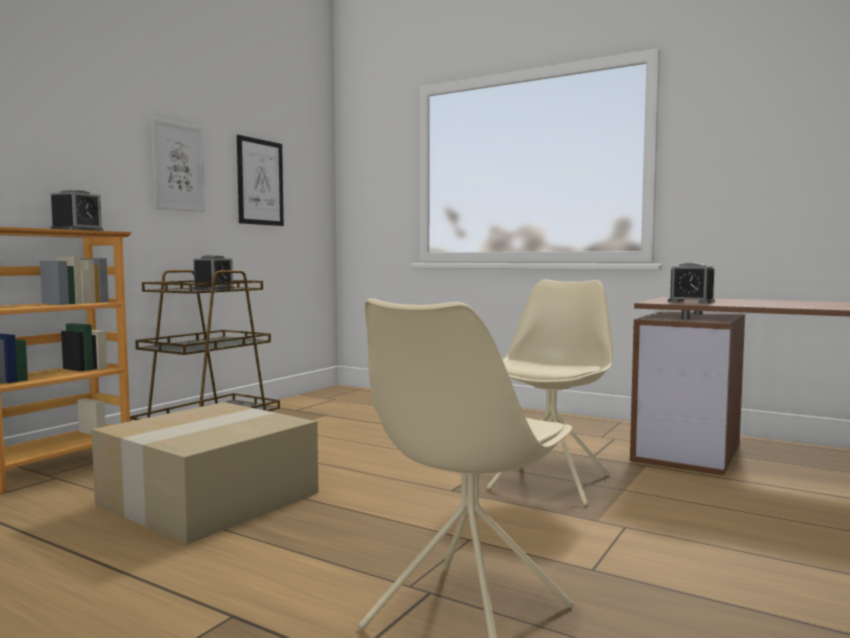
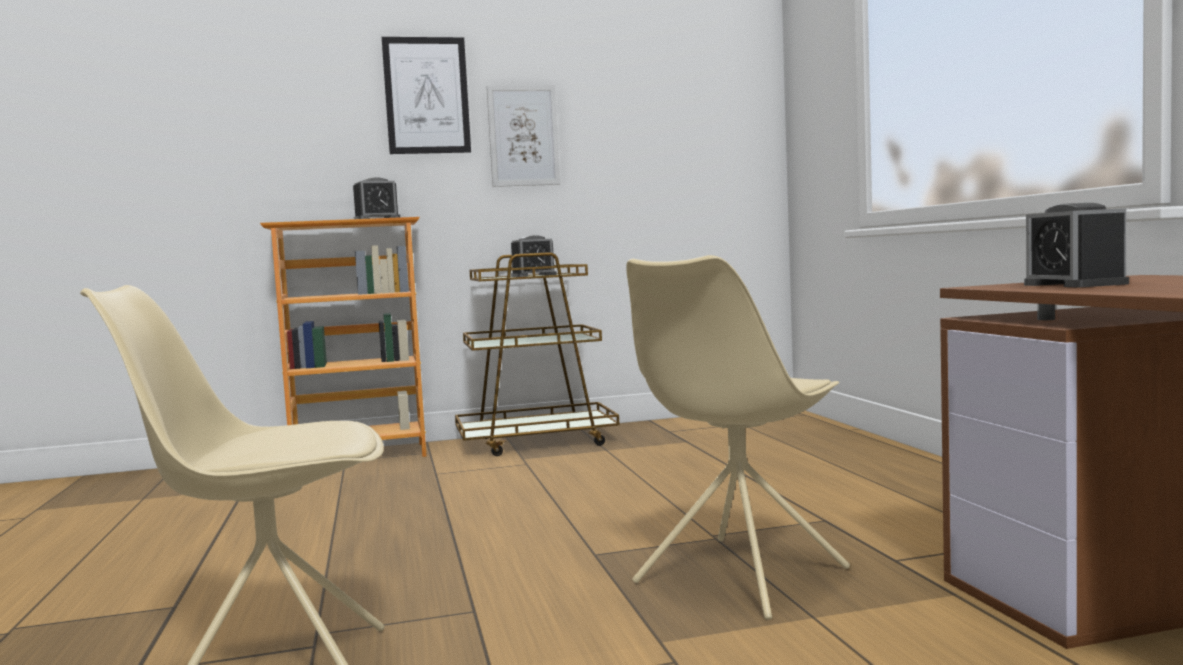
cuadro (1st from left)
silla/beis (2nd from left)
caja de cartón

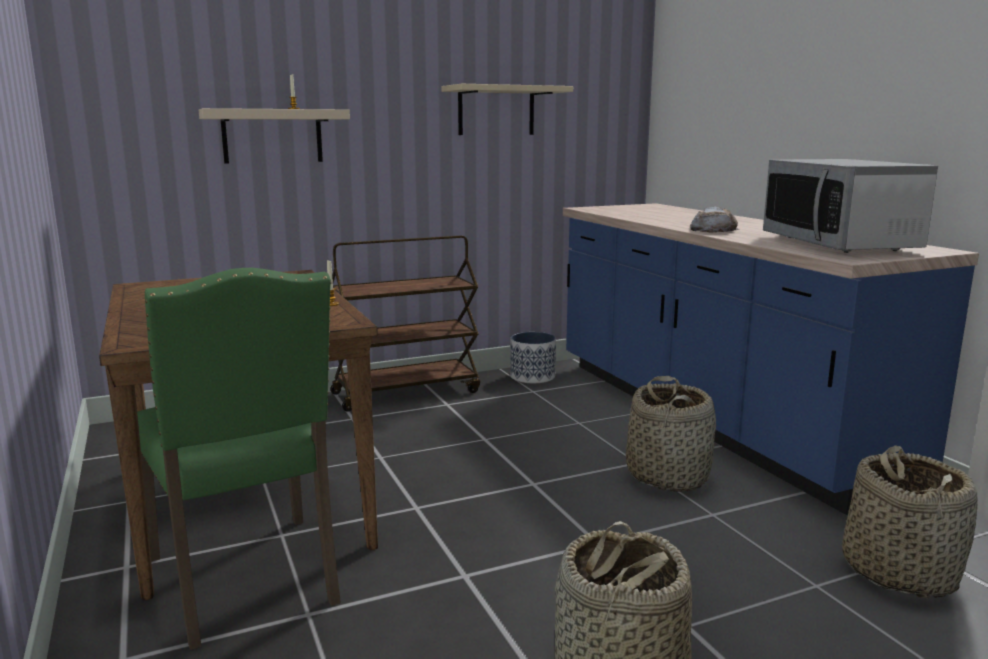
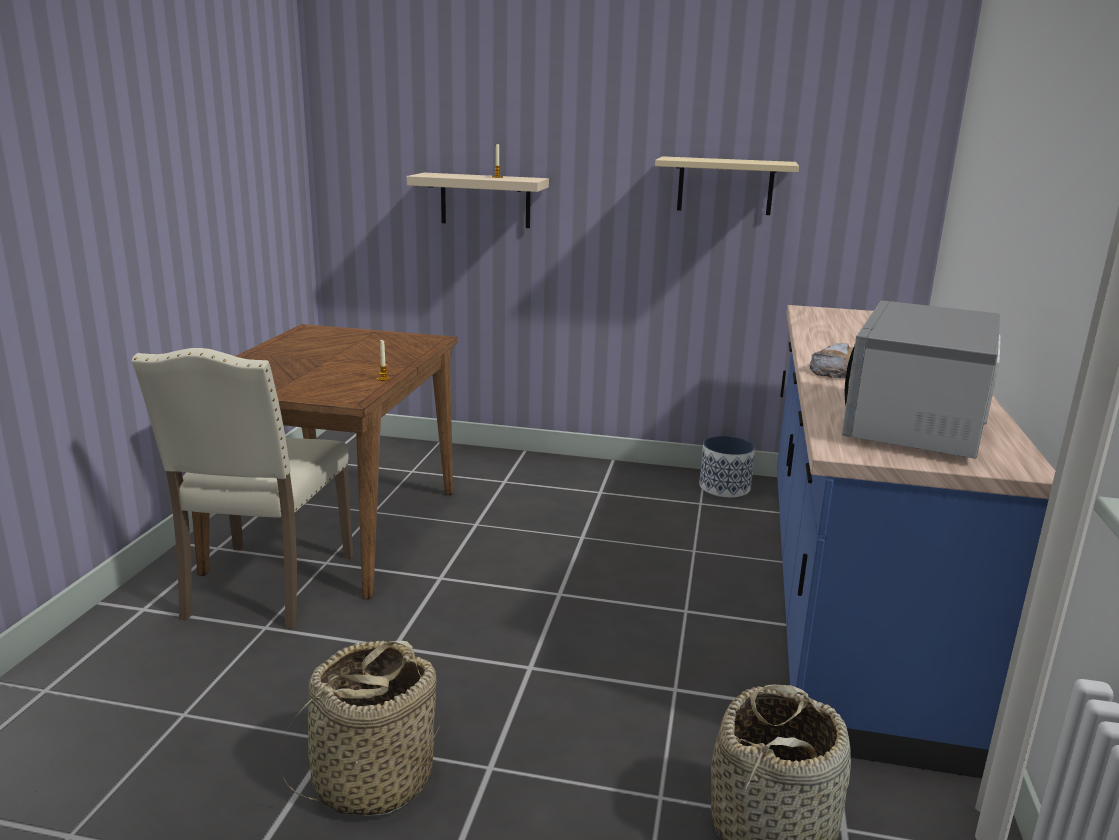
carrito/marrón
silla/beis
cesta (2nd from left in the first image)

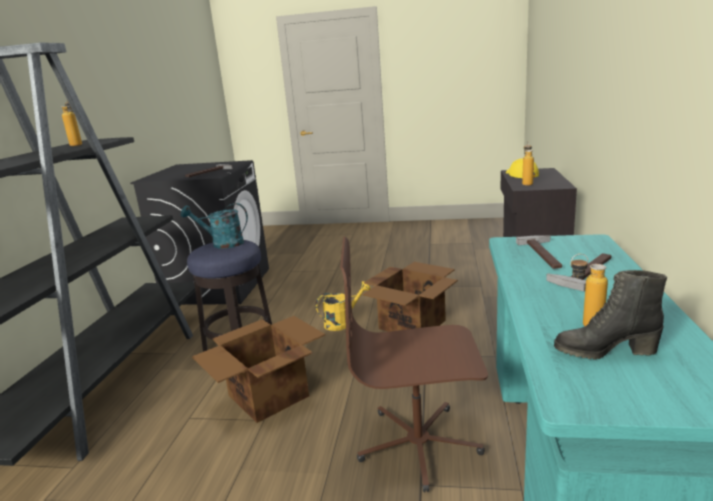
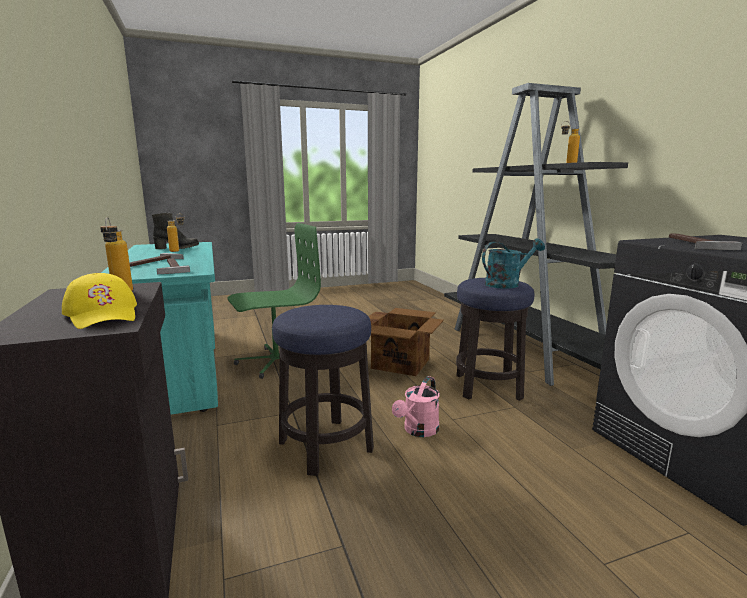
silla de oficina/verde
taburete (1st from left)
regadera/rosa

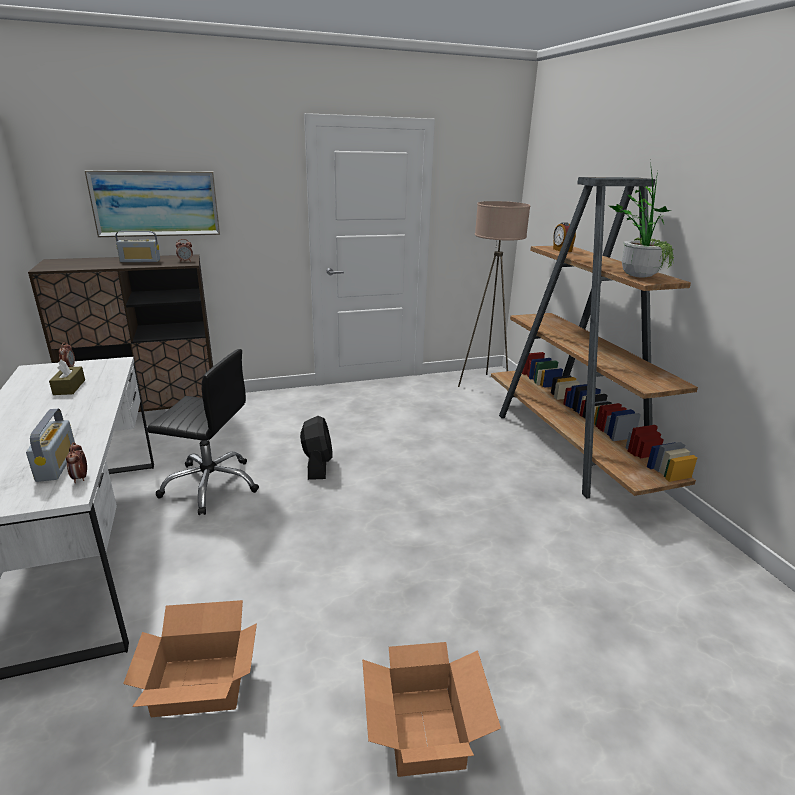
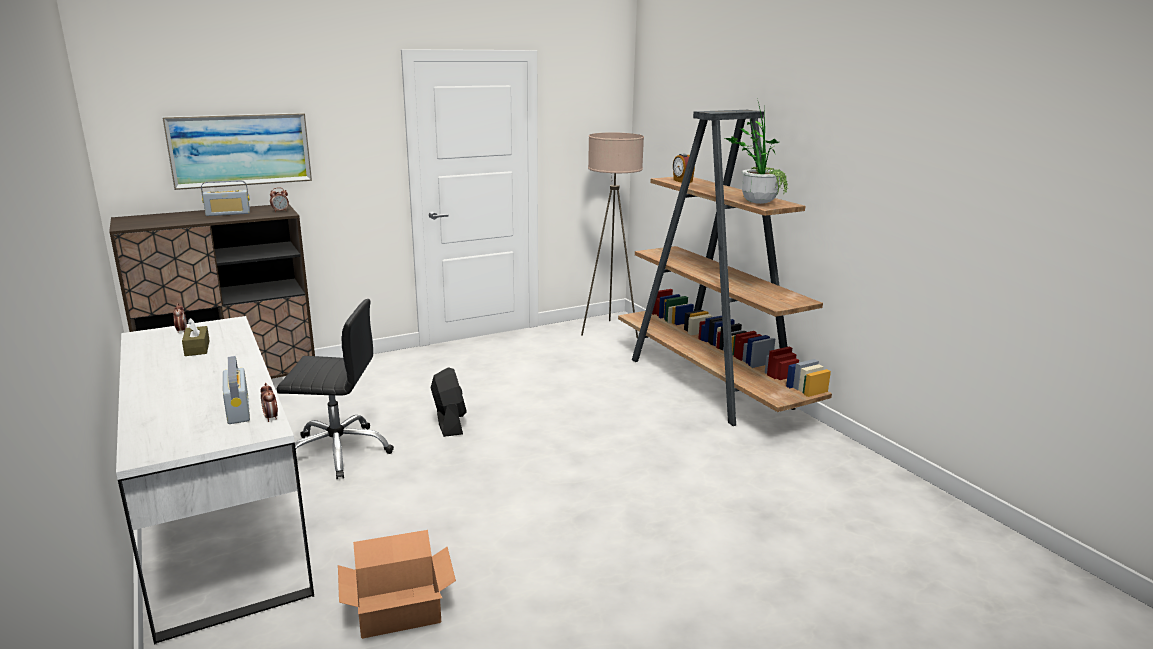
caja de cartón (2nd from left in the first image)

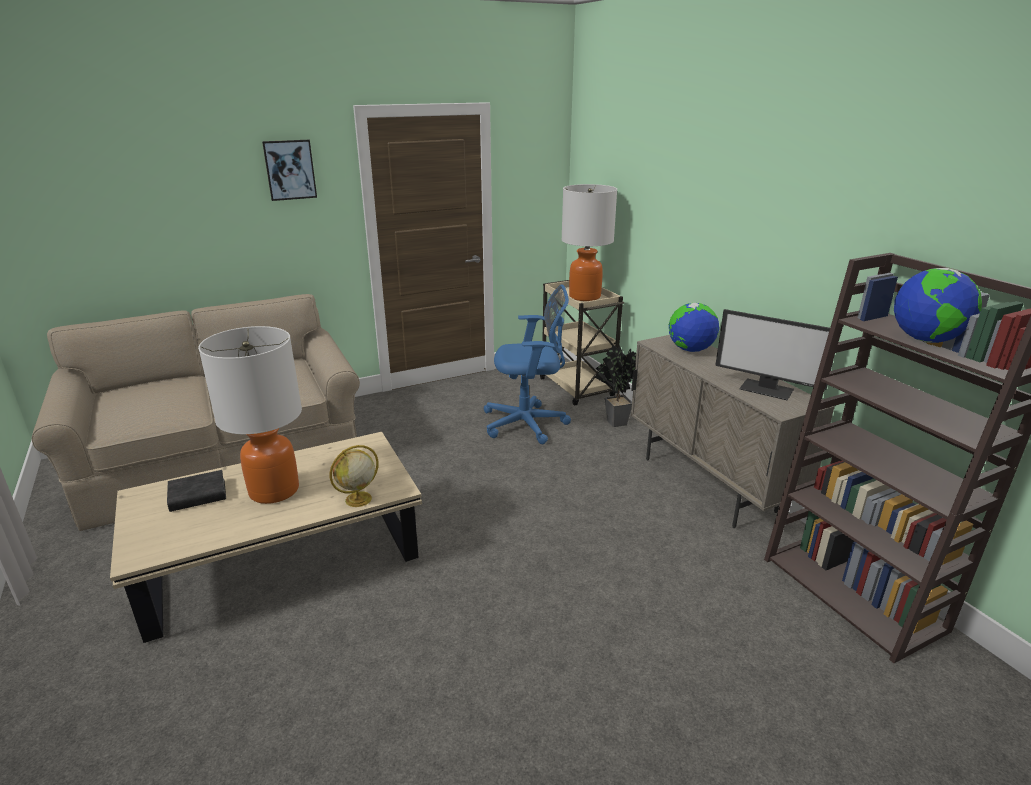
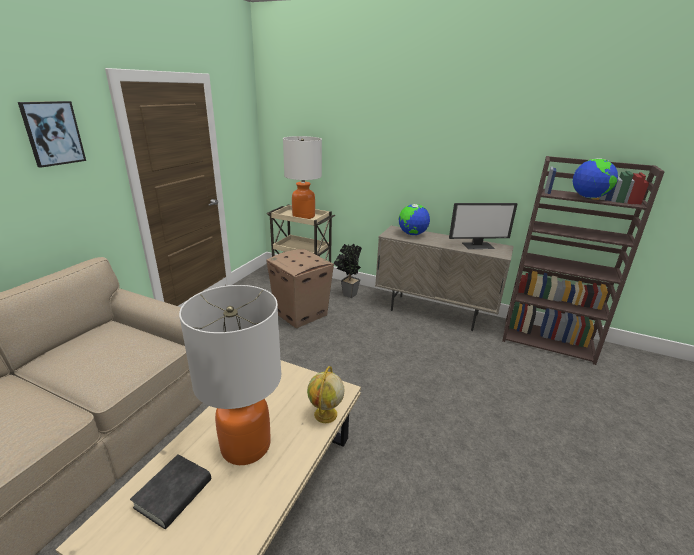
caja de cartón

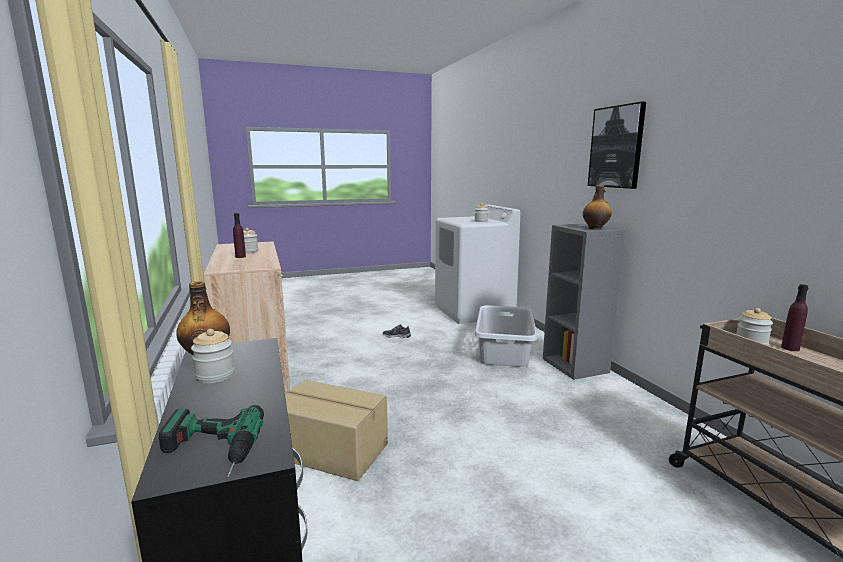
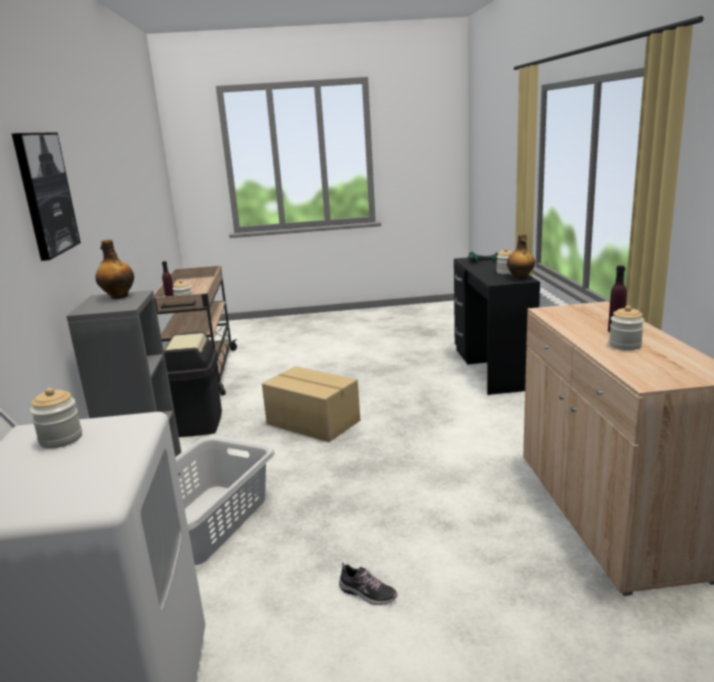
caja de cartón
papelera/negro

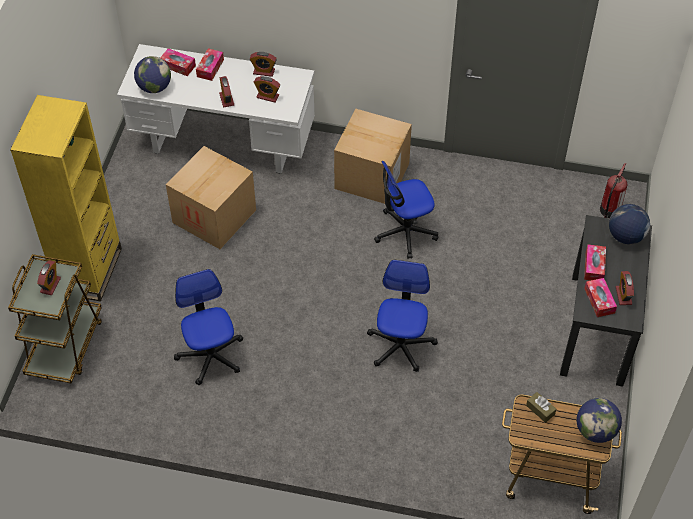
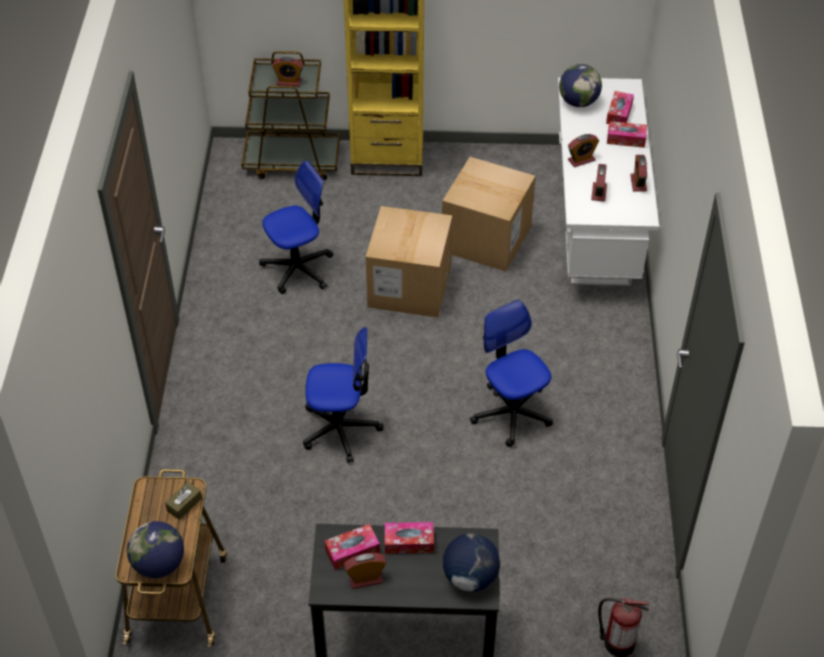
caja de cartón (1st from left)

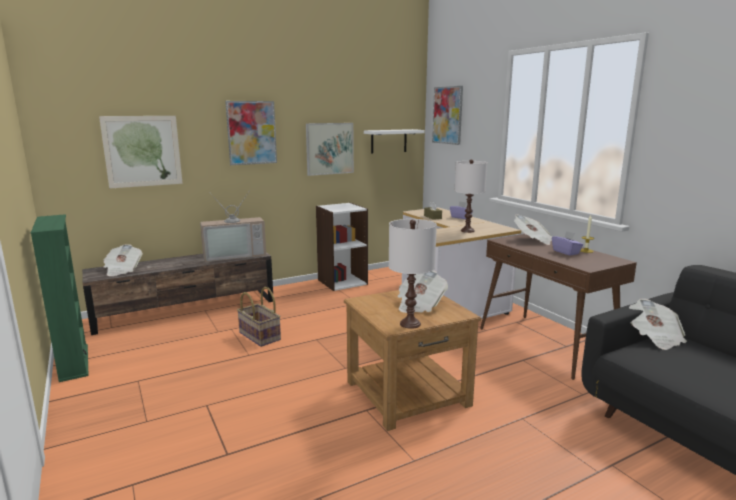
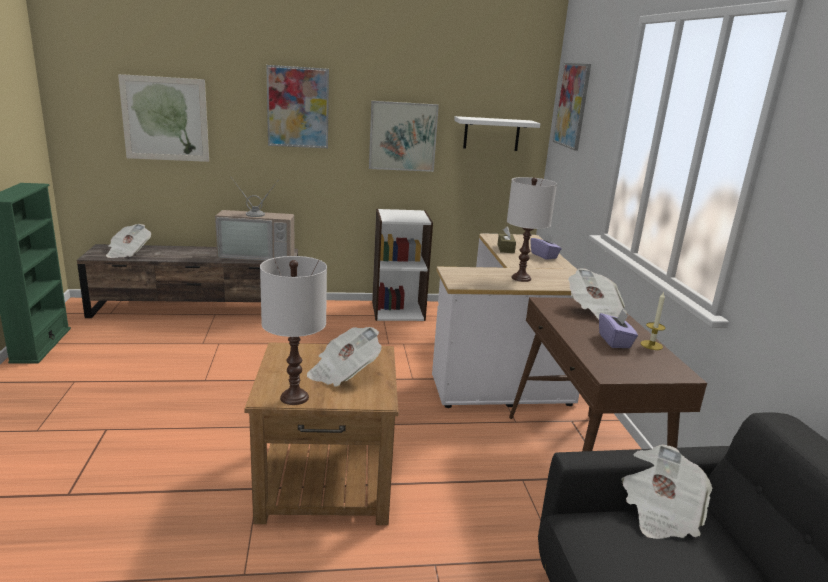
cesta

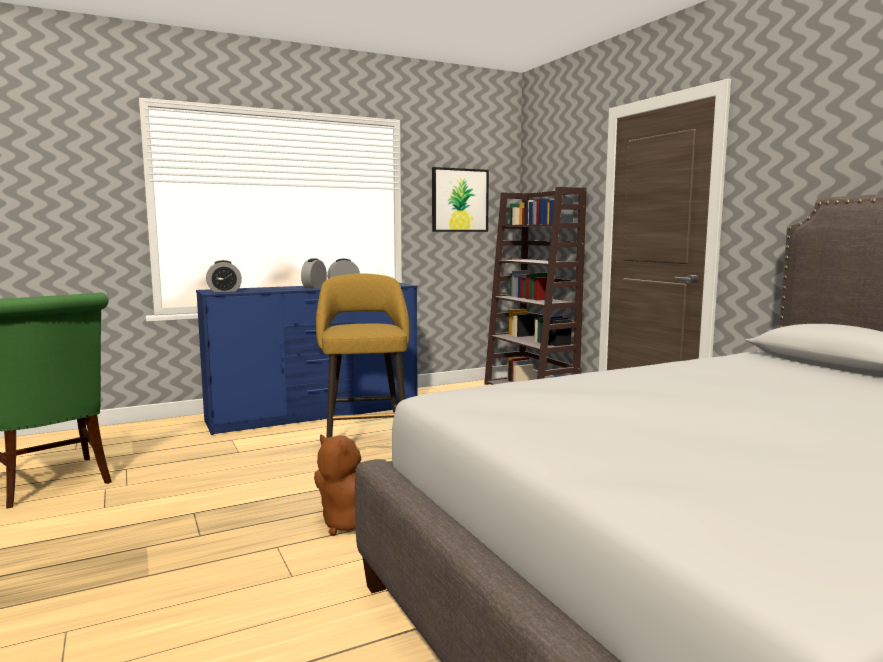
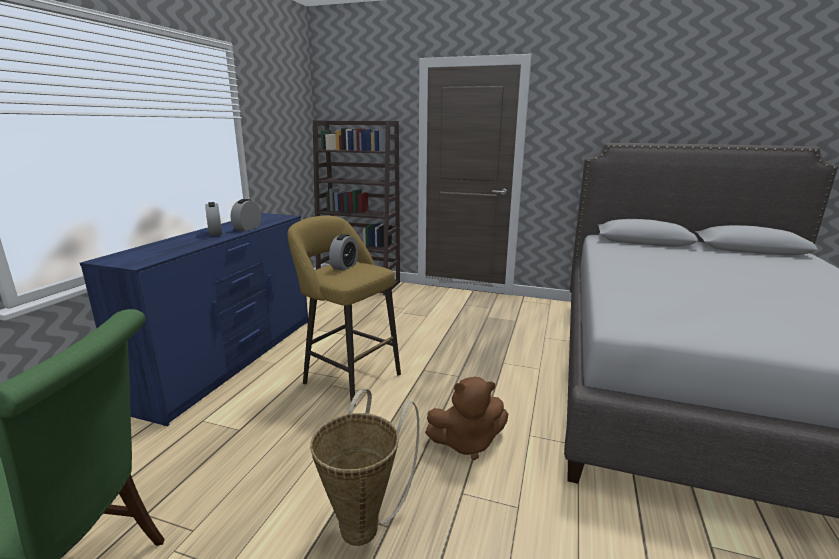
cuadro
despertador (3rd from left)
cesta

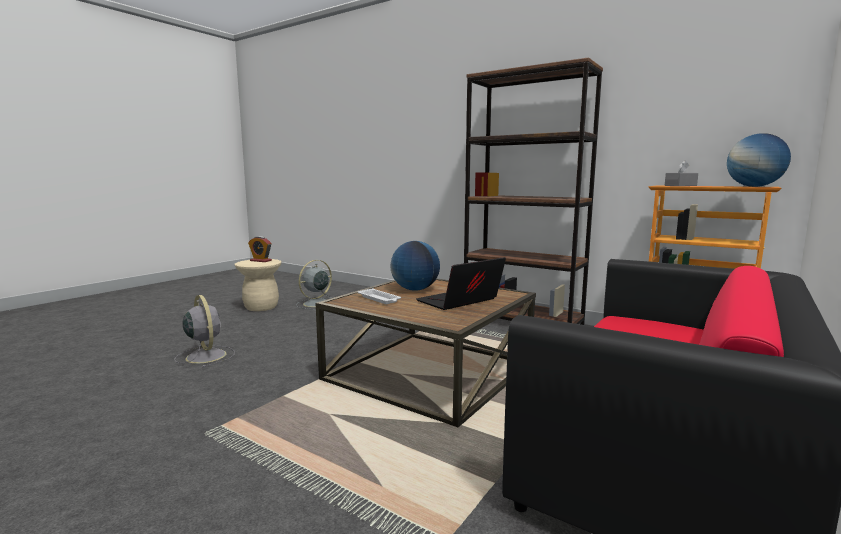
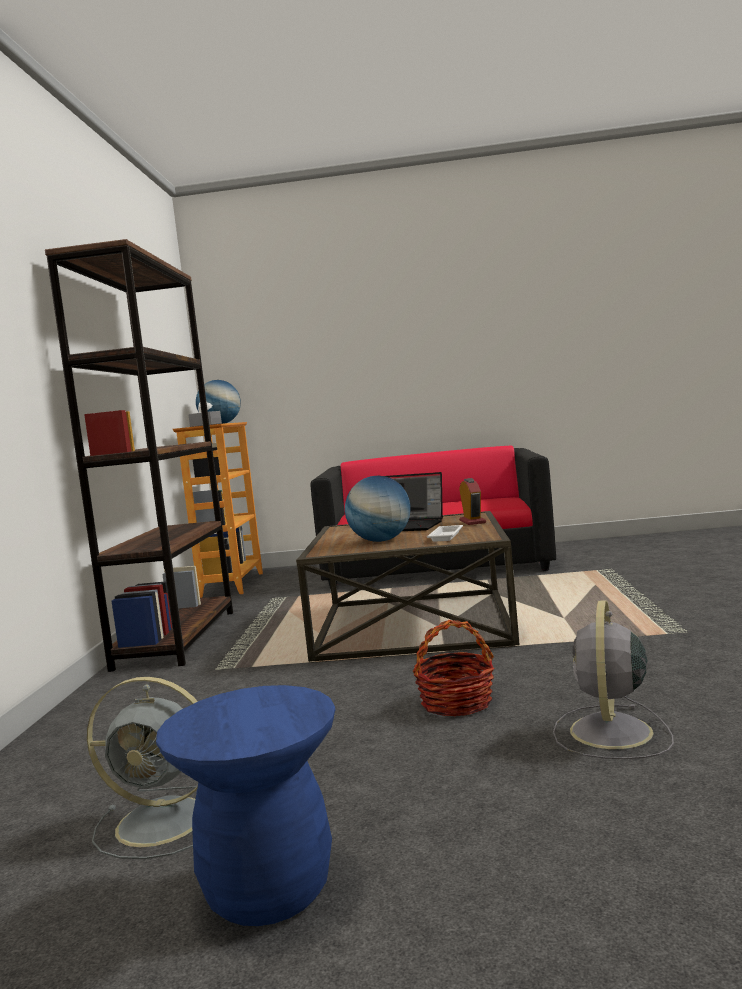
despertador
taburete/azul
cesta

